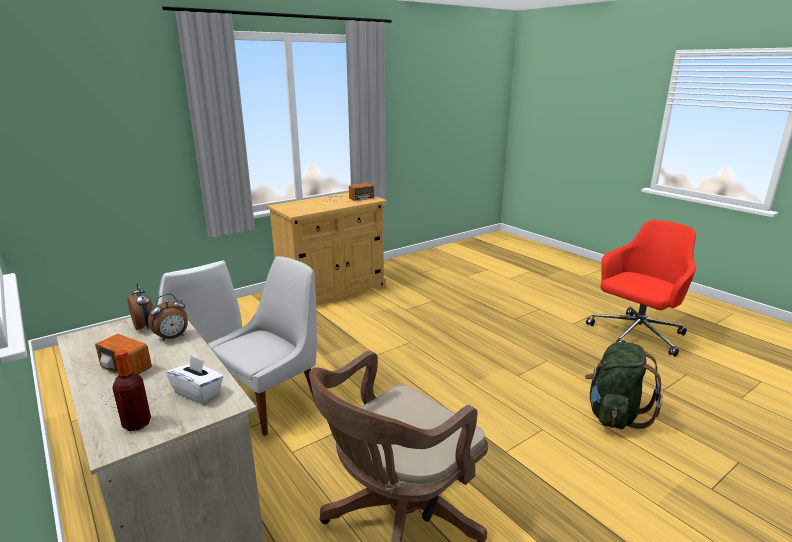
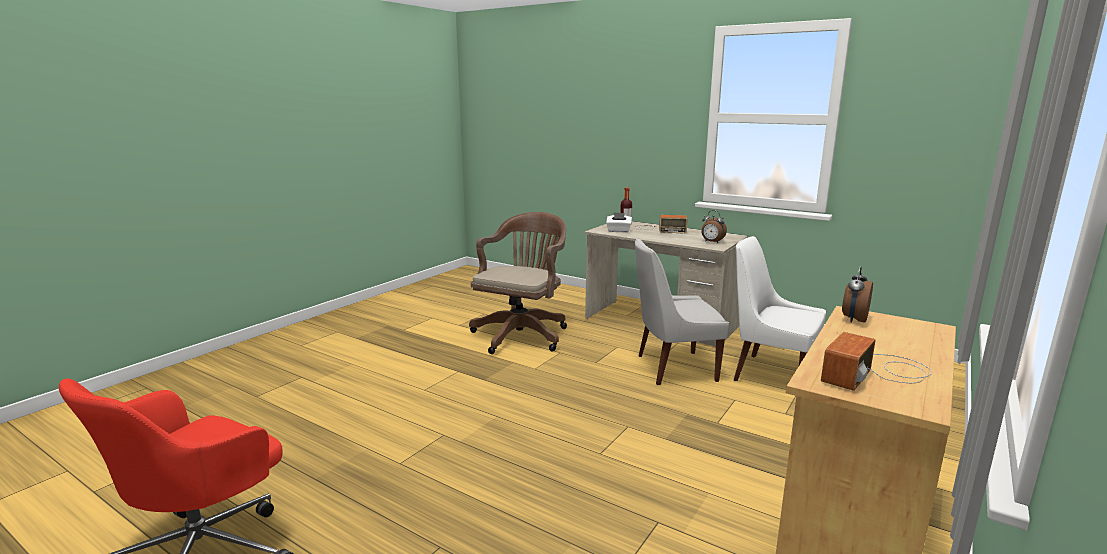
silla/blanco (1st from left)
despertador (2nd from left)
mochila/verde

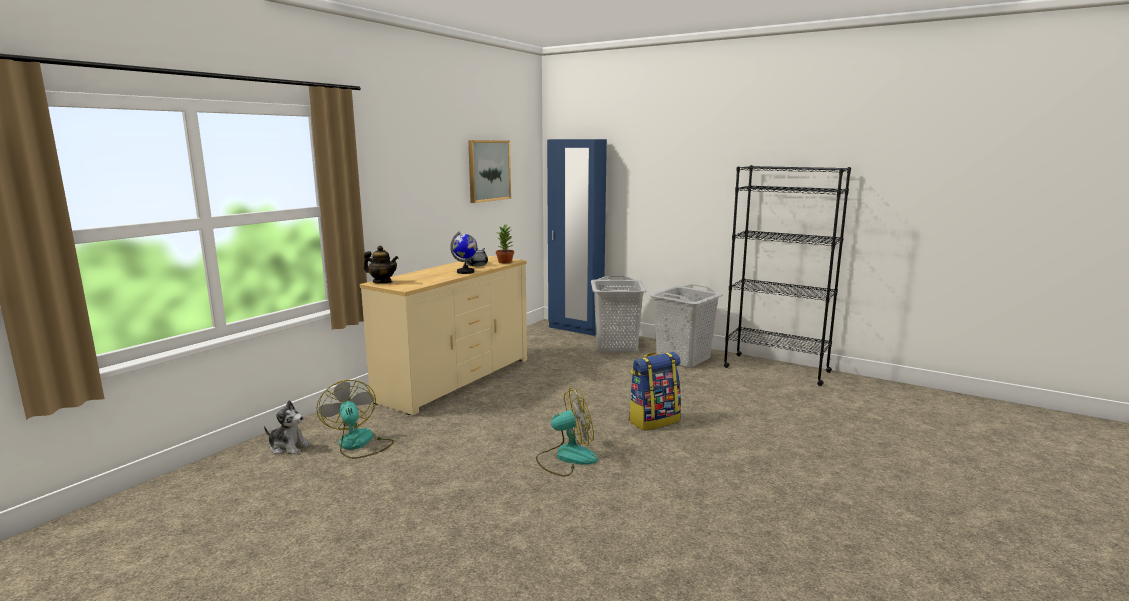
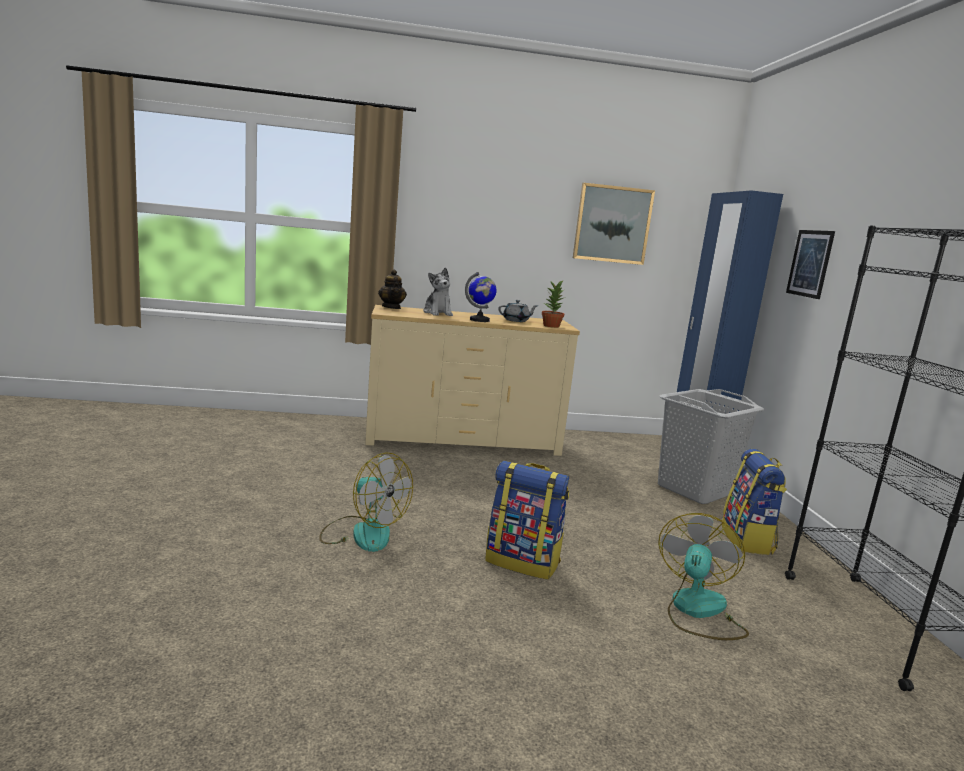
mochila (2nd from left)
ventilador (2nd from left)
peluche
cuadro (2nd from left)

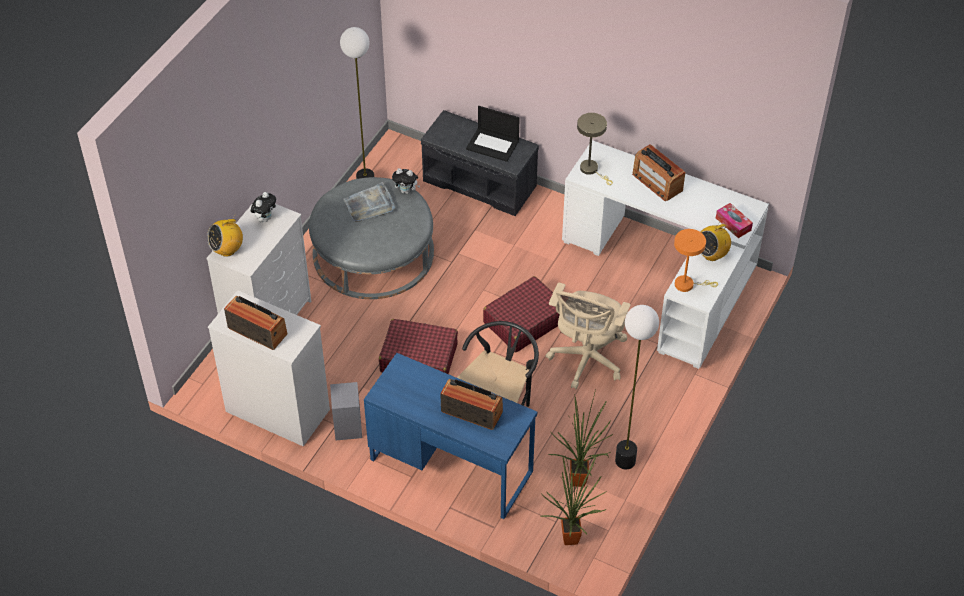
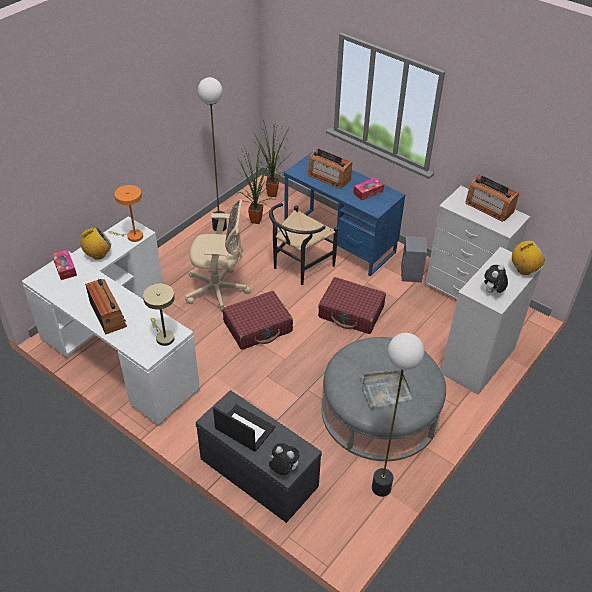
peluche (1st from left)
silla de oficina/beis
caja de pañuelos (2nd from left)

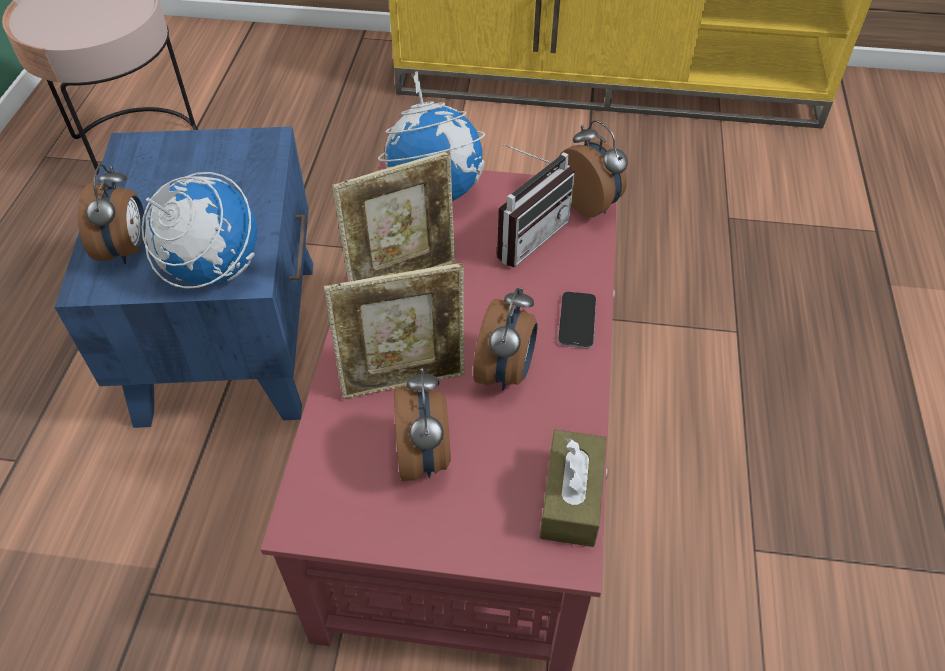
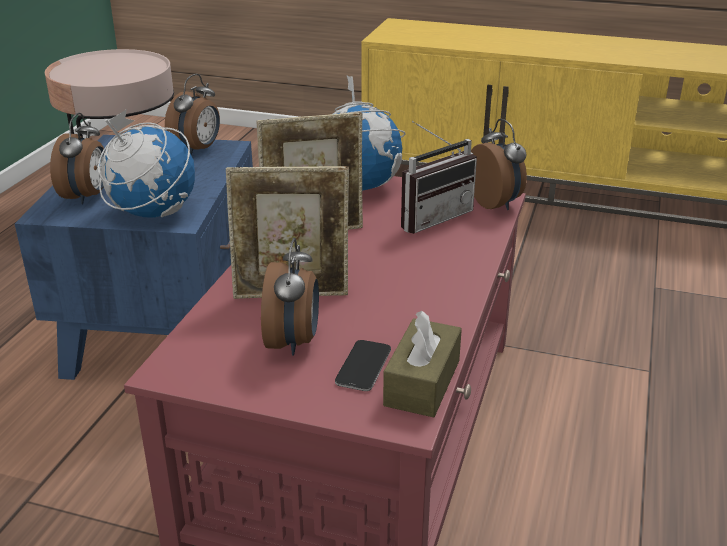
despertador (2nd from left)
móvil

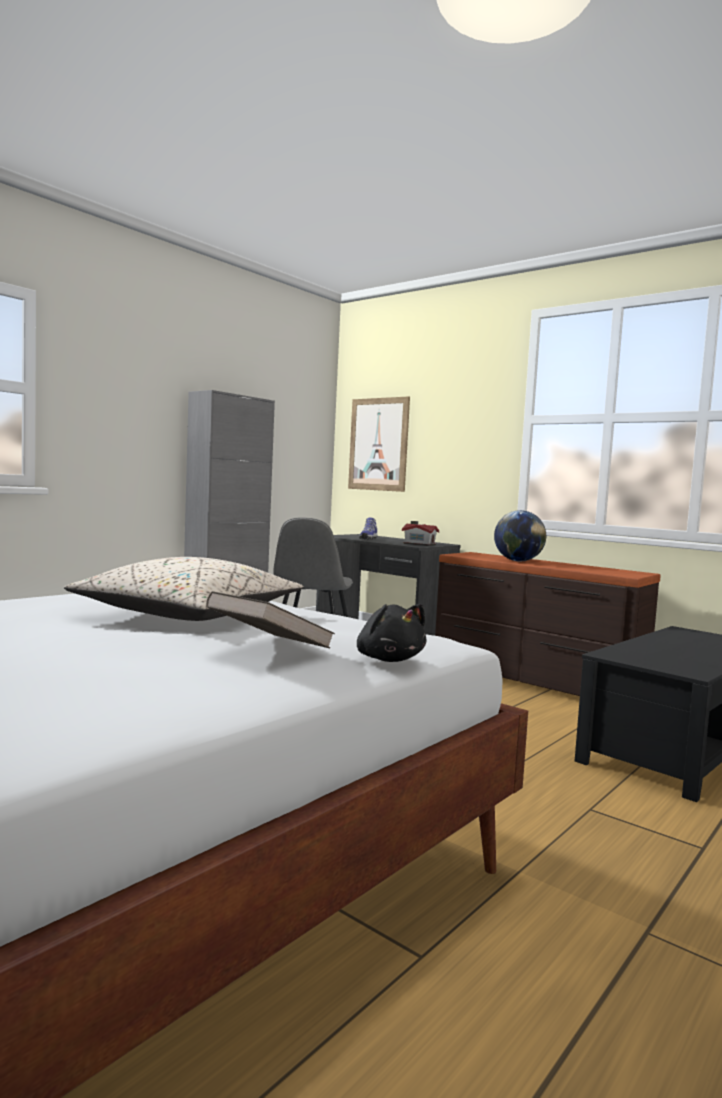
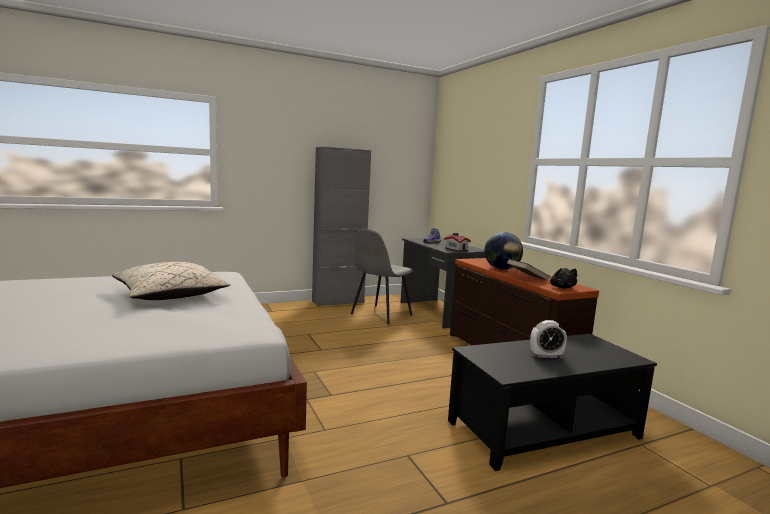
cuadro
libro/marrón
peluche/negro
despertador

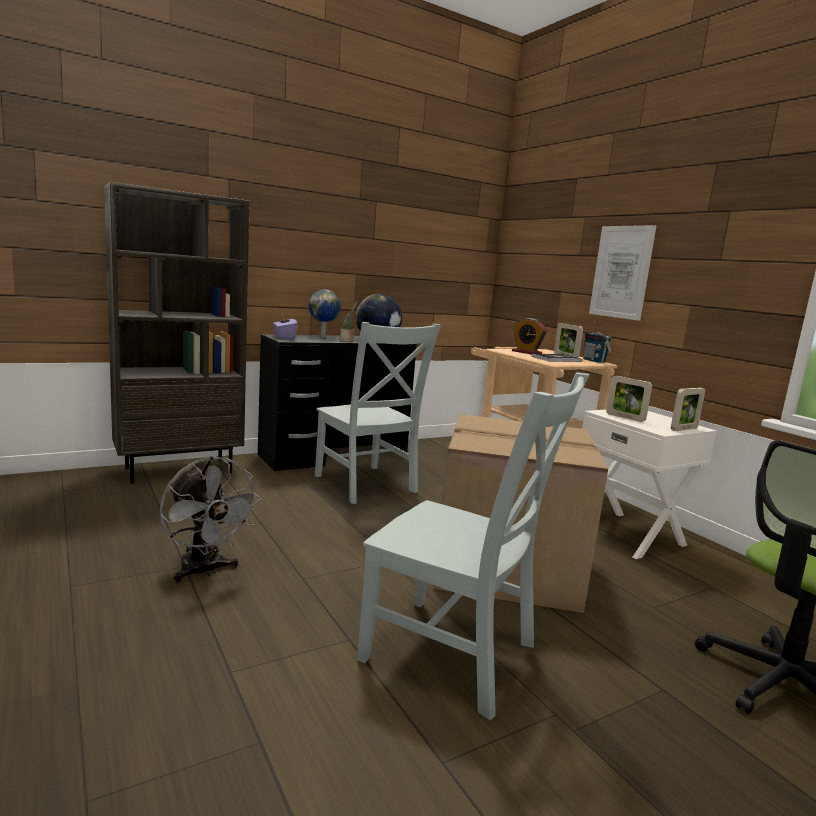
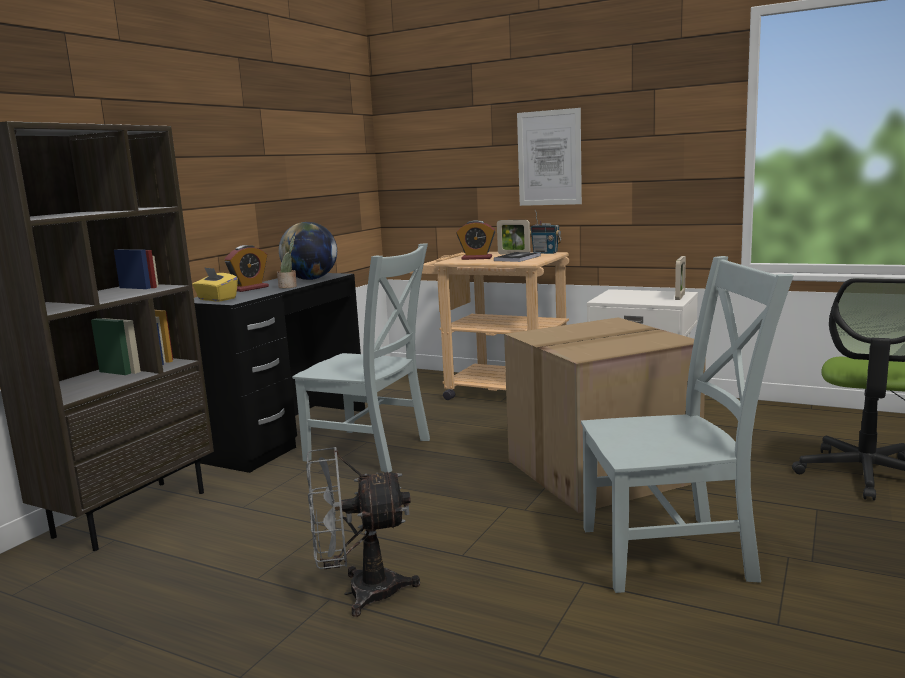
despertador (1st from left)
caja de pañuelos/amarillo
portarretratos (2nd from left in the first image)
ventilador/gris

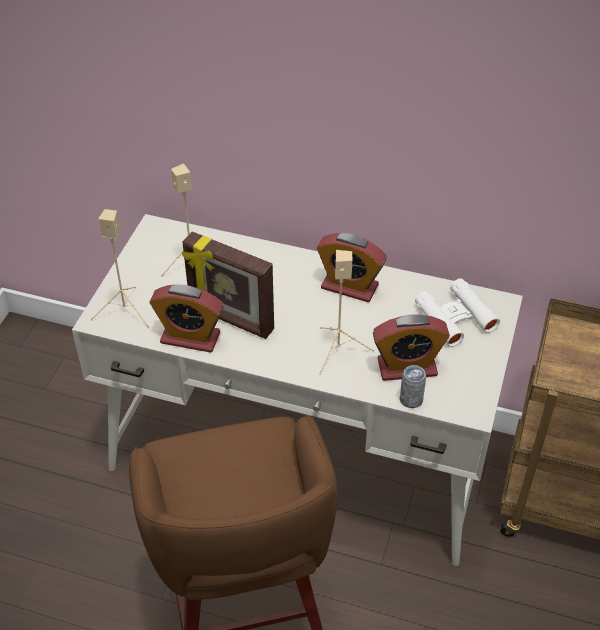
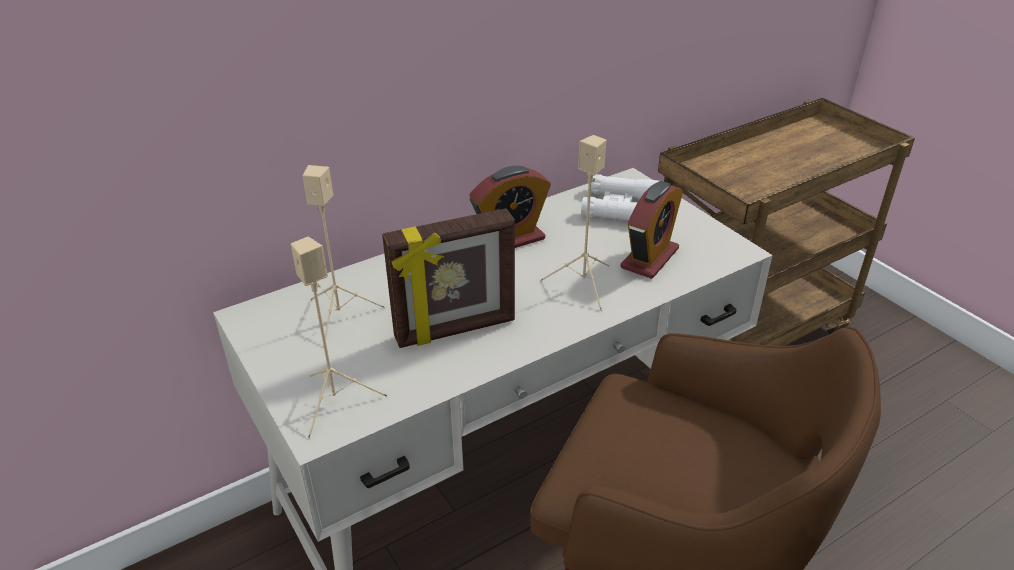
despertador (1st from left in the first image)
lata

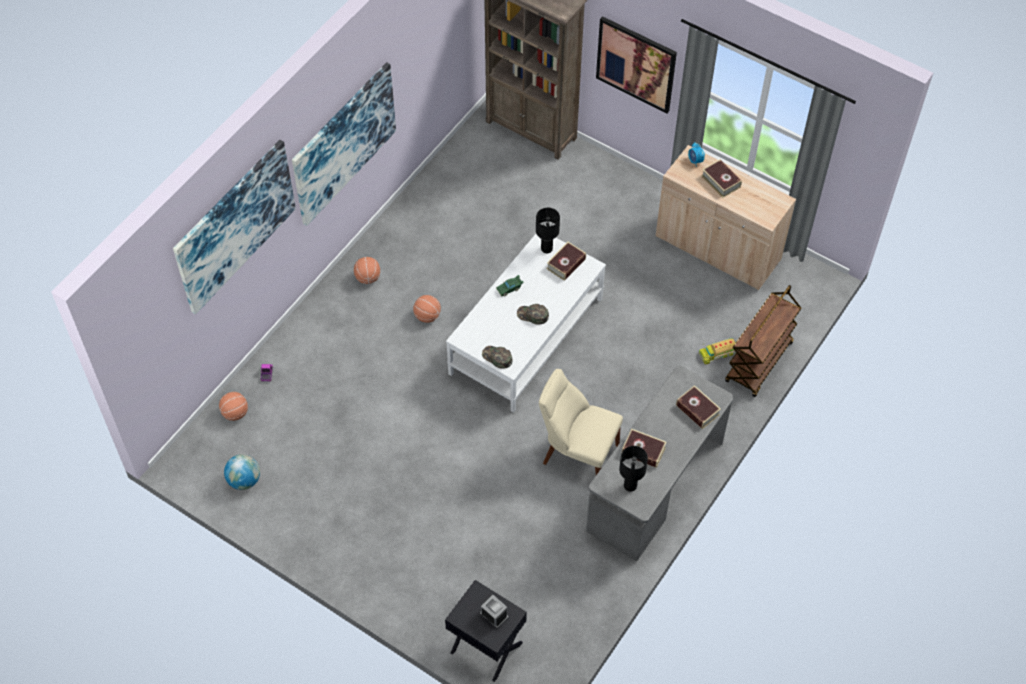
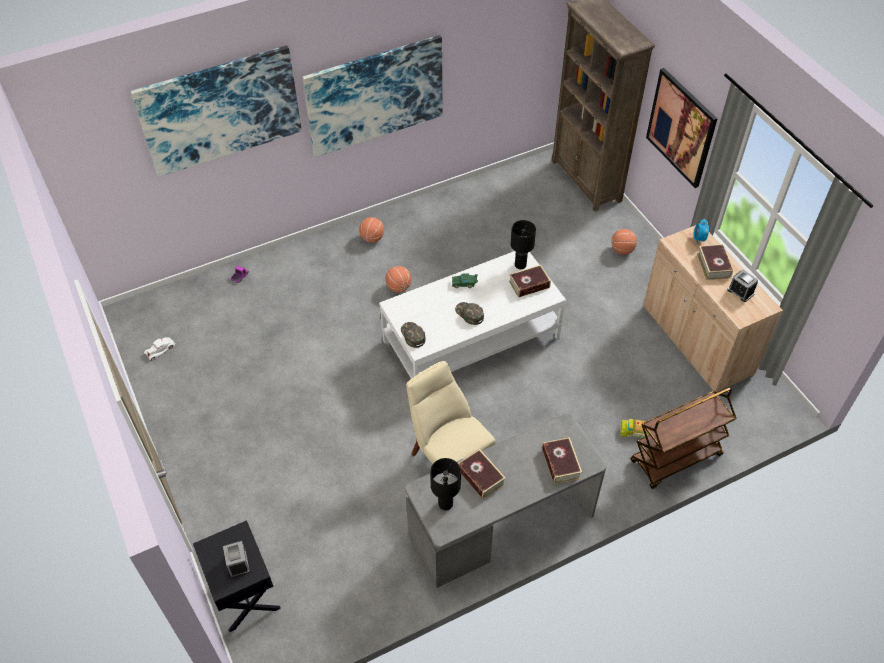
balón de baloncesto (3rd from left)
coche de juguete/blanco
despertador (3rd from left)

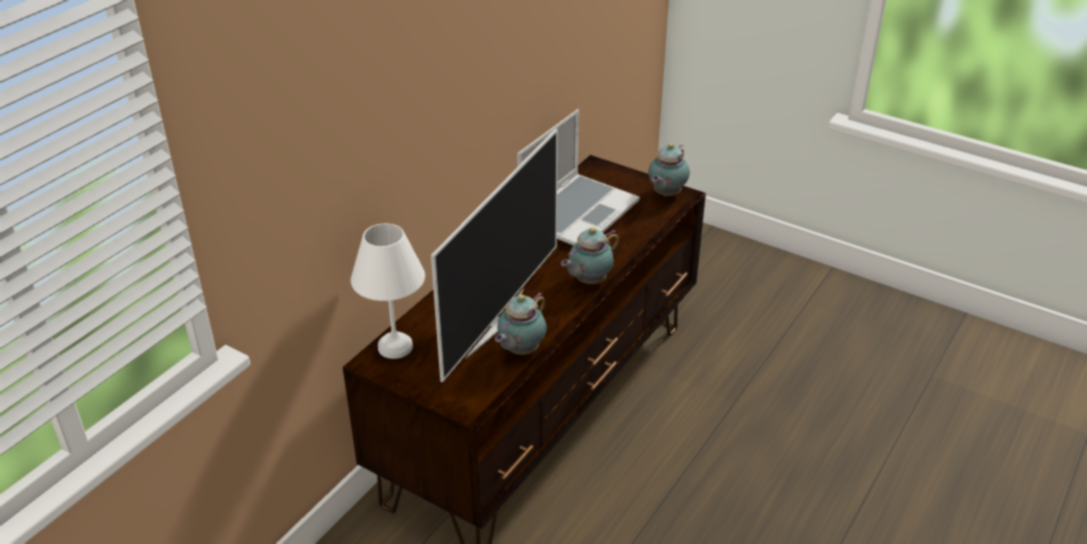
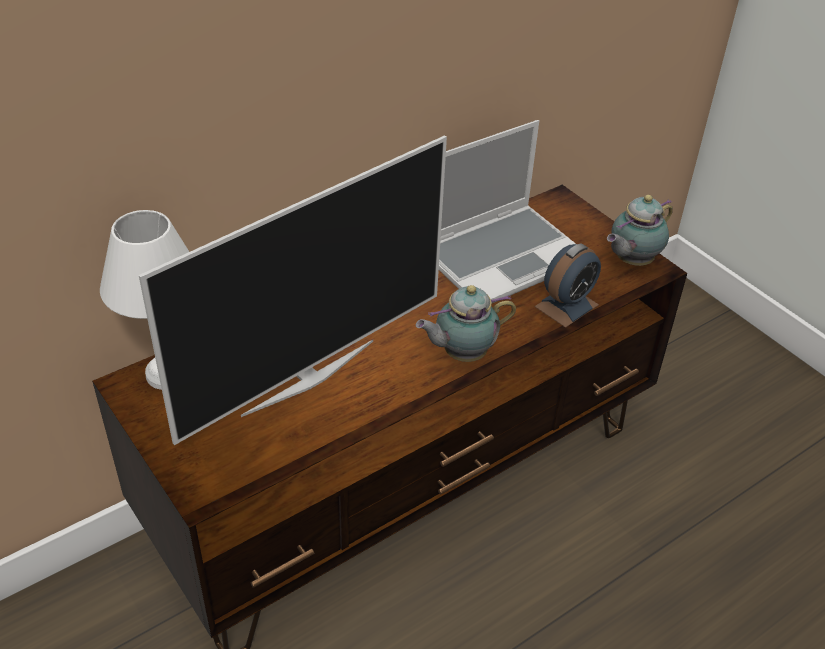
tetera (1st from left in the first image)
despertador

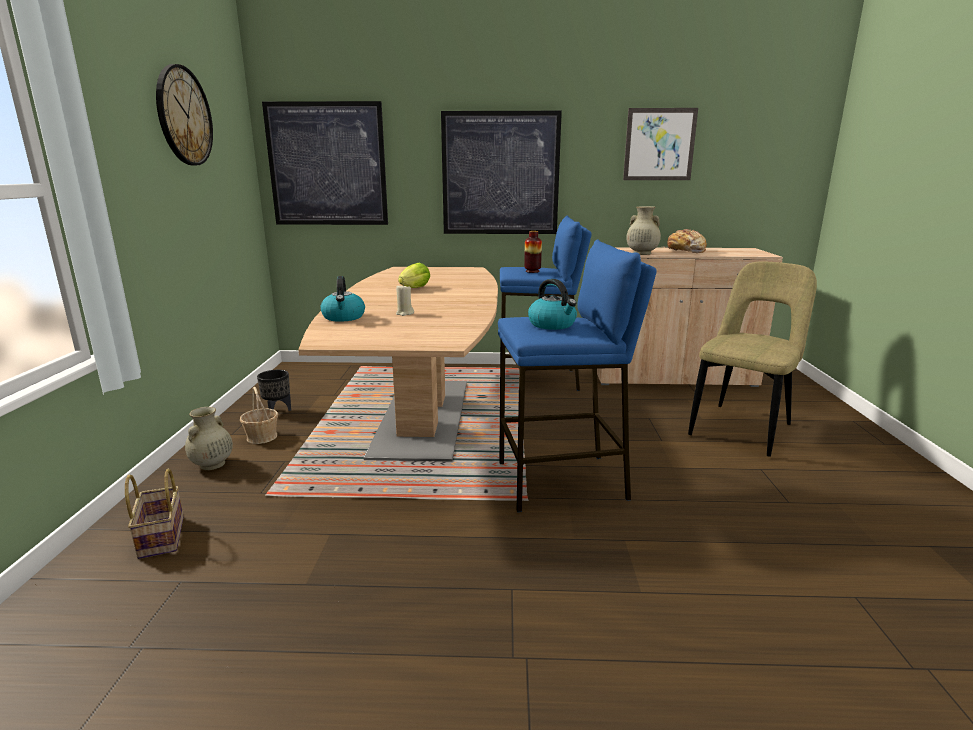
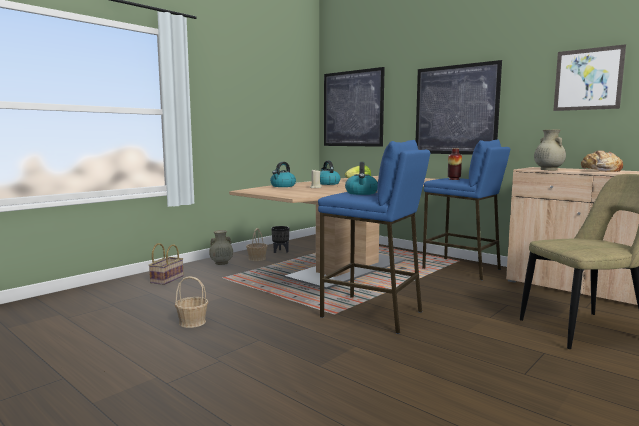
reloj de pared
hervidor (2nd from left)
cesta (2nd from left)

